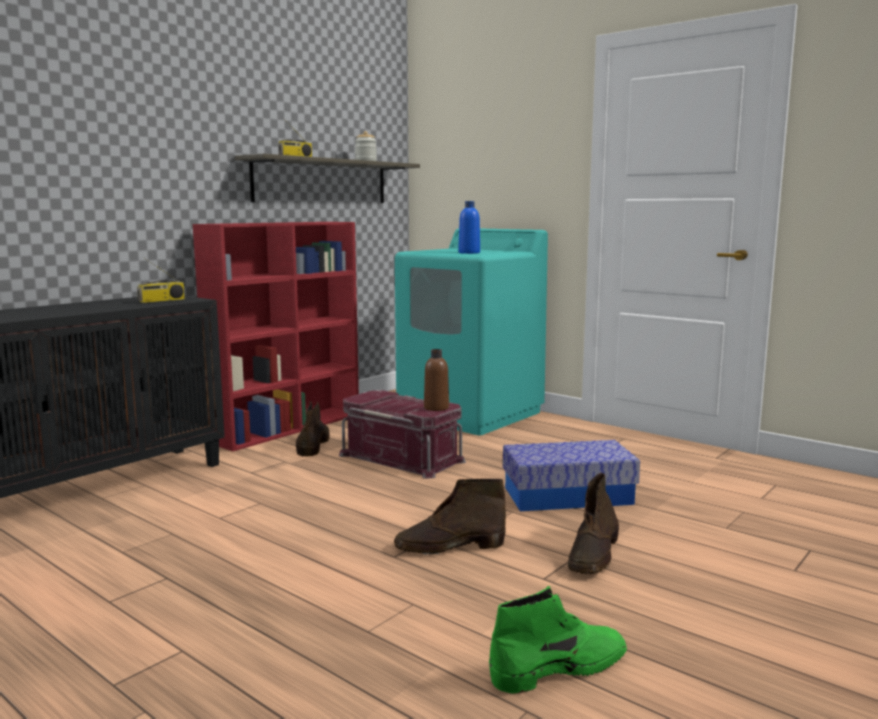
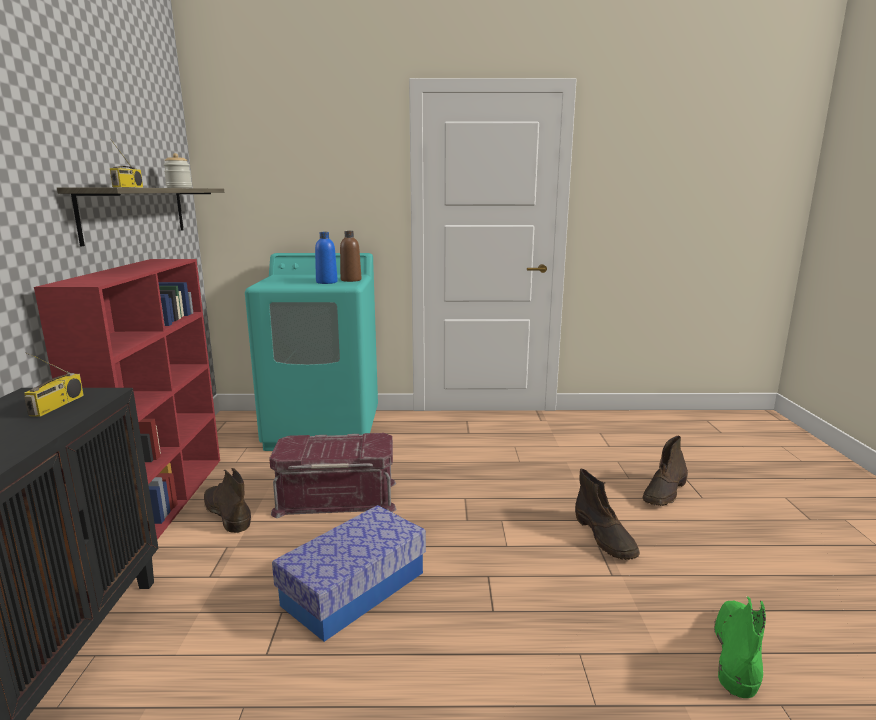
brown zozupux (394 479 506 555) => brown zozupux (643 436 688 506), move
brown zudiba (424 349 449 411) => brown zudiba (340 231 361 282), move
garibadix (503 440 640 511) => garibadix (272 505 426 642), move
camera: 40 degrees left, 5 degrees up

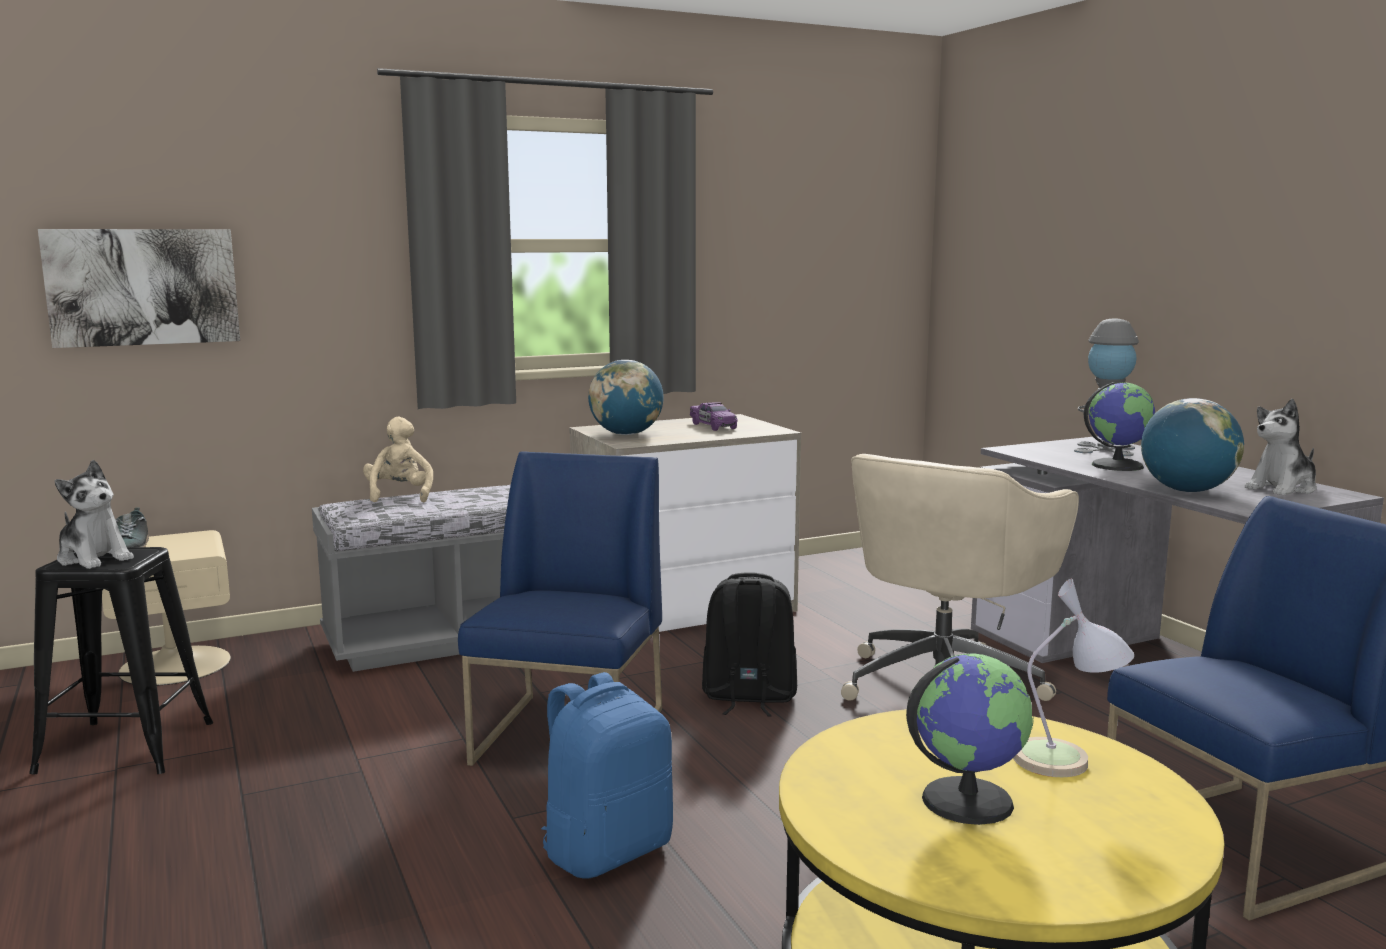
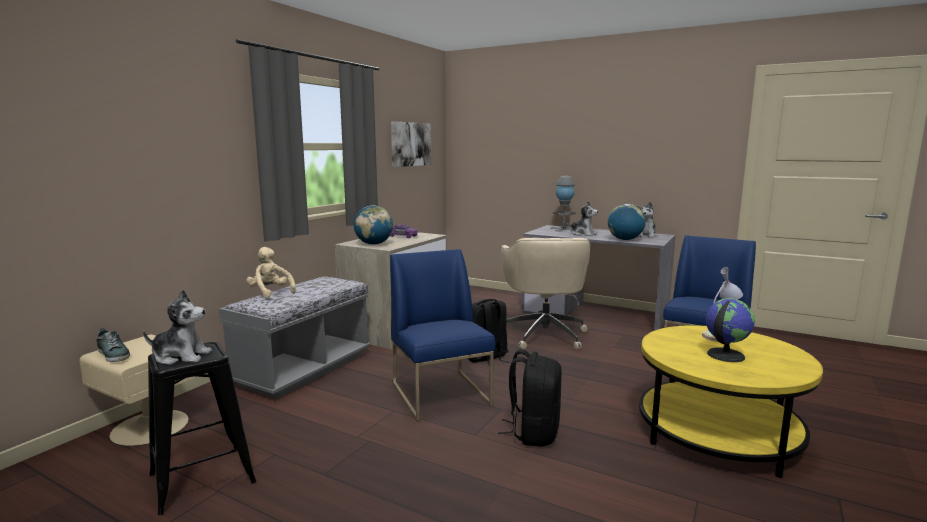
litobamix (38 229 240 348) => litobamix (391 121 431 167), move
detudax (1084 382 1155 471) => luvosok (567 201 598 236)
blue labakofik (541 672 673 879) => black labakofik (498 349 562 447)
camera: 35 degrees left, 0 degrees up

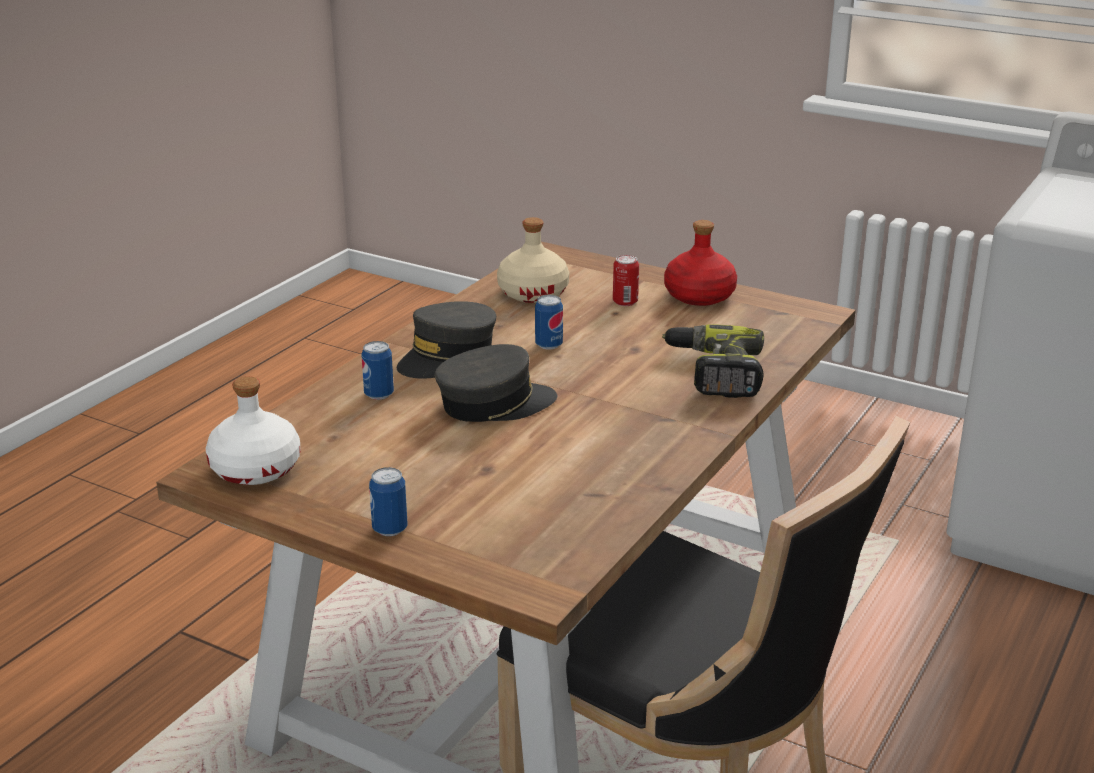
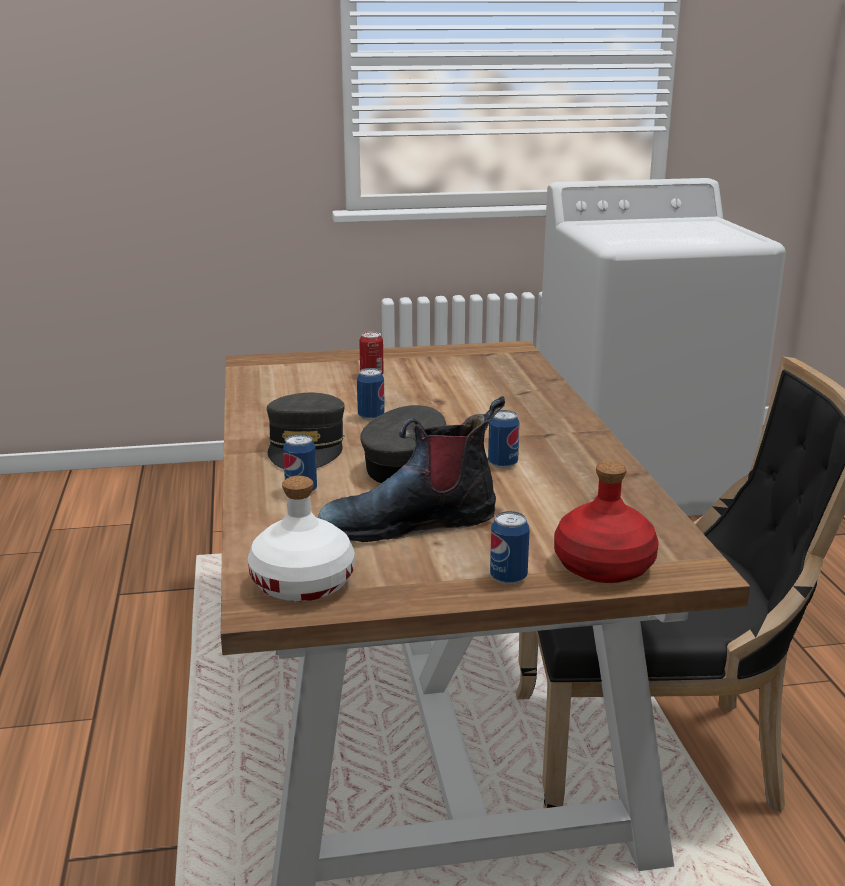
beige zudiba (497 217 569 303) => nothing
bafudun (662 324 764 398) => nothing
nothing => zozupux (318 396 505 542)
nothing => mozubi (488 410 520 468)
red zudiba (664 220 737 306) => red zudiba (554 461 659 583), move
camera: 40 degrees left, 5 degrees down

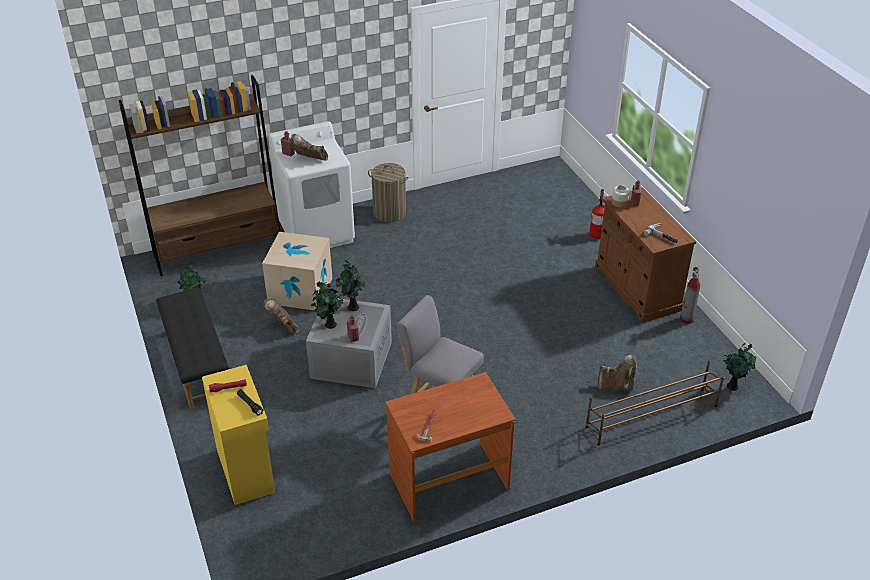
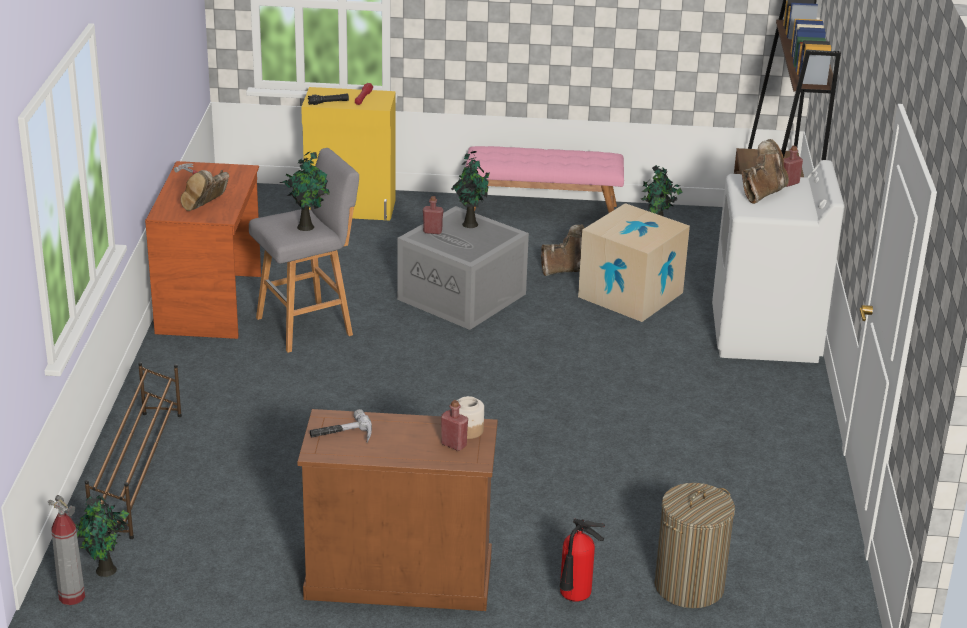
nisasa (336 260 366 311) => nisasa (280 151 330 231), move
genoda (368 163 408 222) => genoda (654 483 735 608), move
brown zozupux (598 355 636 391) => brown zozupux (180 170 229 211), move
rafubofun (680 266 700 324) => rafubofun (48 495 85 605), move
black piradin (156 288 229 409) => pink piradin (466 146 624 213)
camera: 115 degrees right, 10 degrees down

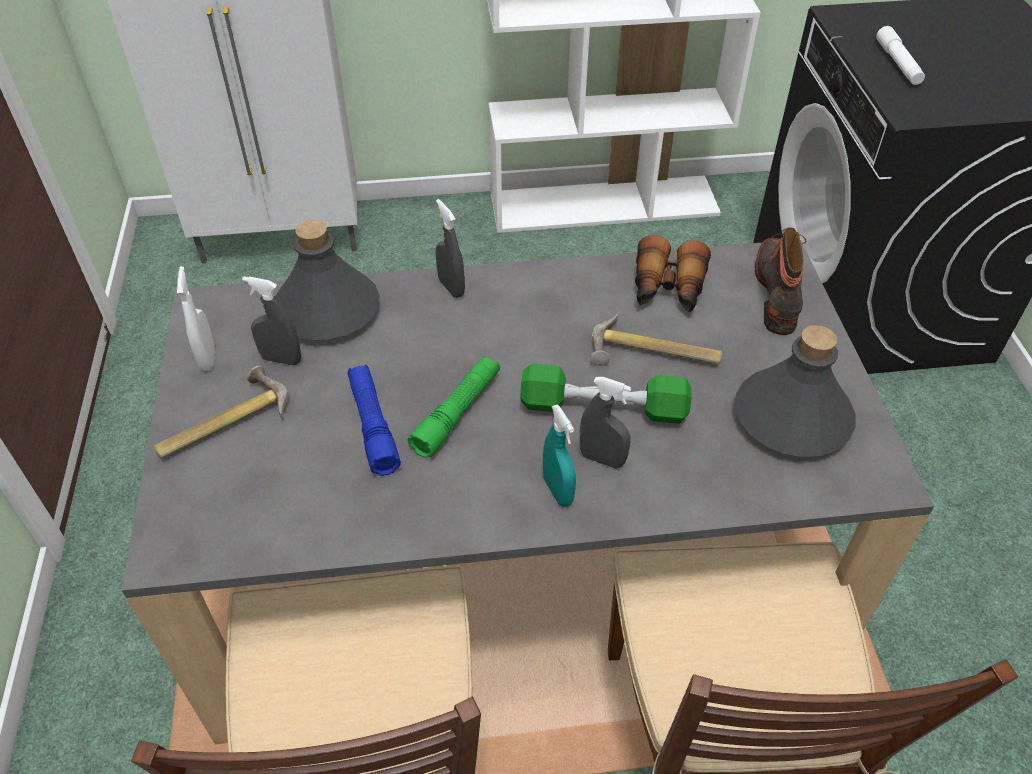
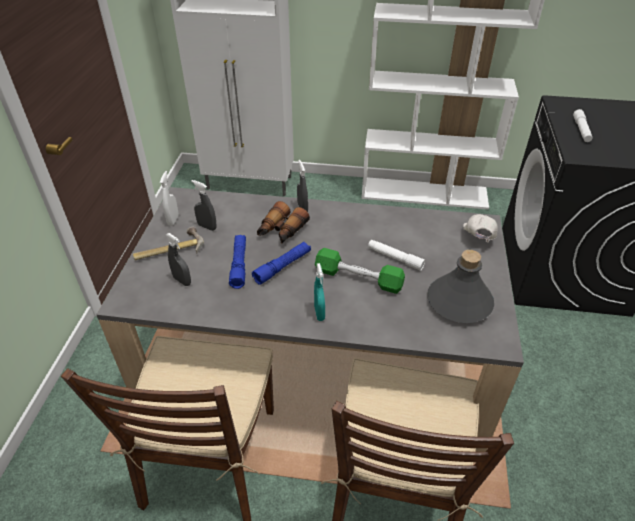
grey zudiba (275 219 379 340) => nothing
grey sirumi (580 377 631 469) => grey sirumi (166 233 191 286), move
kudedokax (635 235 711 312) => kudedokax (257 201 310 244), move
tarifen (590 314 722 366) => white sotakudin (368 240 425 271)
zozupux (755 227 807 335) => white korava (463 214 498 242)
green sotakudin (408 356 500 458) => blue sotakudin (252 242 311 285)
camera: 15 degrees right, 5 degrees down

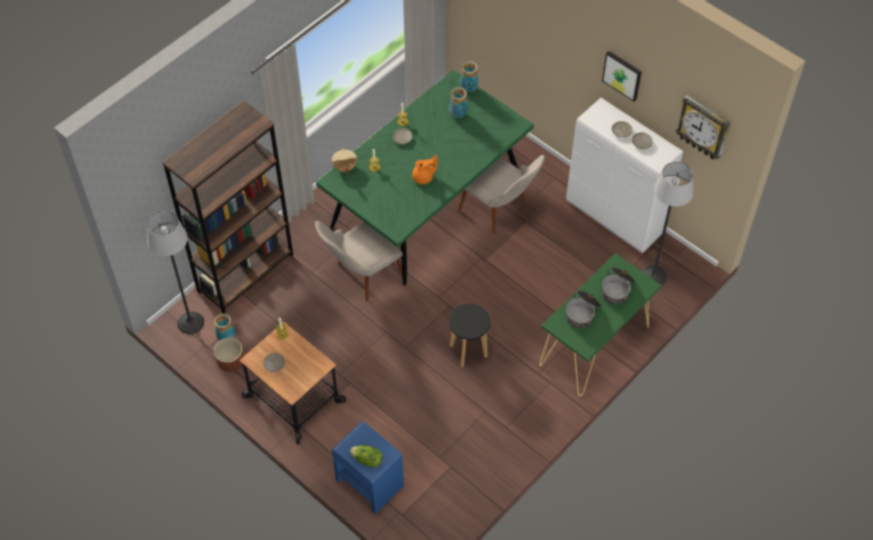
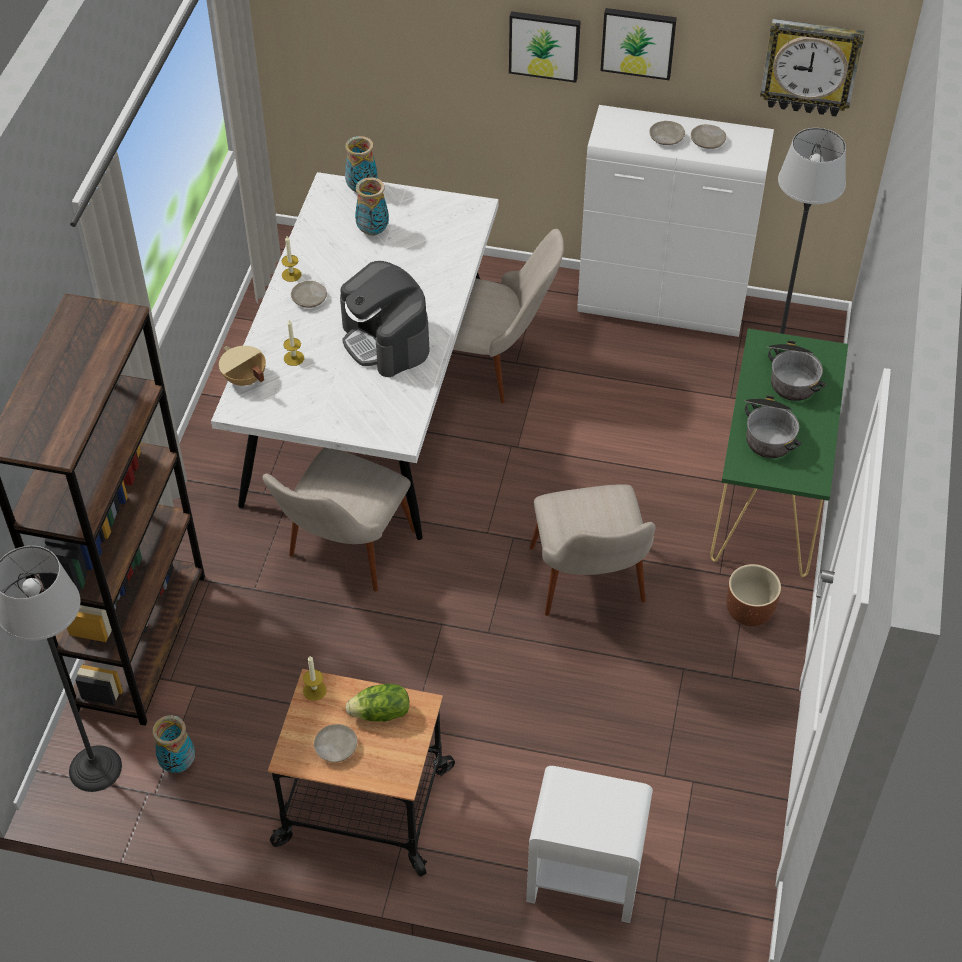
nothing => litobamix (509 11 581 83)
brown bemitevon (214 338 244 372) => brown bemitevon (726 564 781 626), move
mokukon (350 445 383 467) => mokukon (346 684 409 722), move
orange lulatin (412 155 438 184) => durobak (340 261 430 377)
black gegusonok (449 304 490 367) => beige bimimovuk (530 484 656 616)
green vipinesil (316 70 534 285) => white vipinesil (211 172 498 540)
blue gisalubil (332 421 404 514) => white gisalubil (526 766 653 923)
camera: 30 degrees left, 5 degrees down

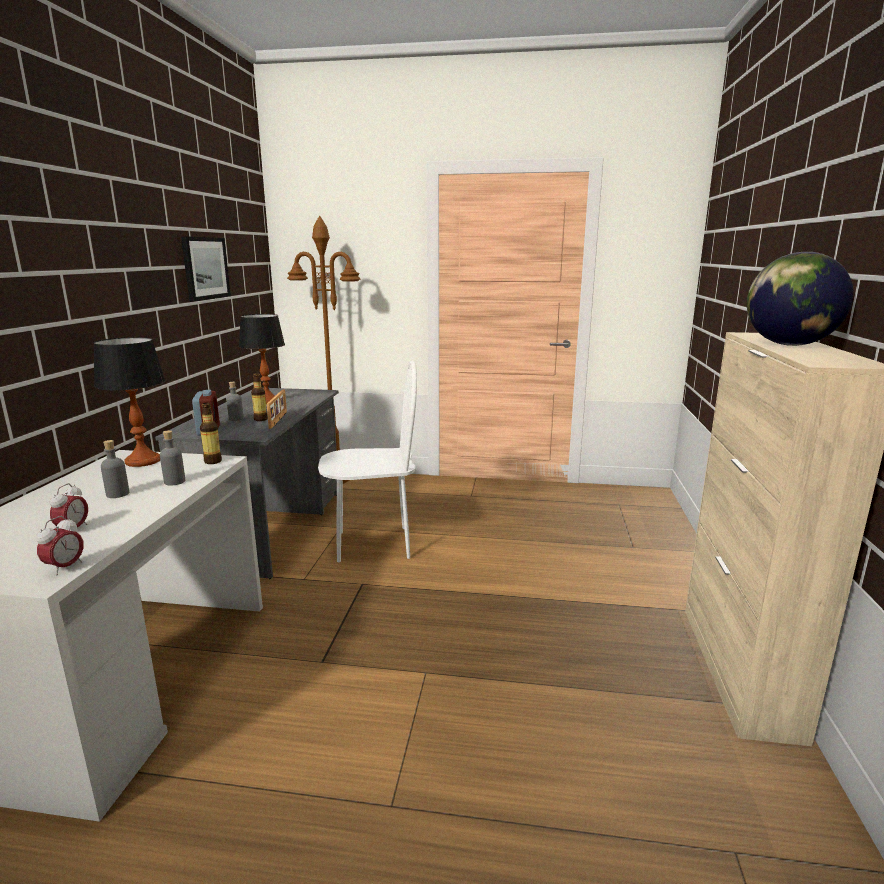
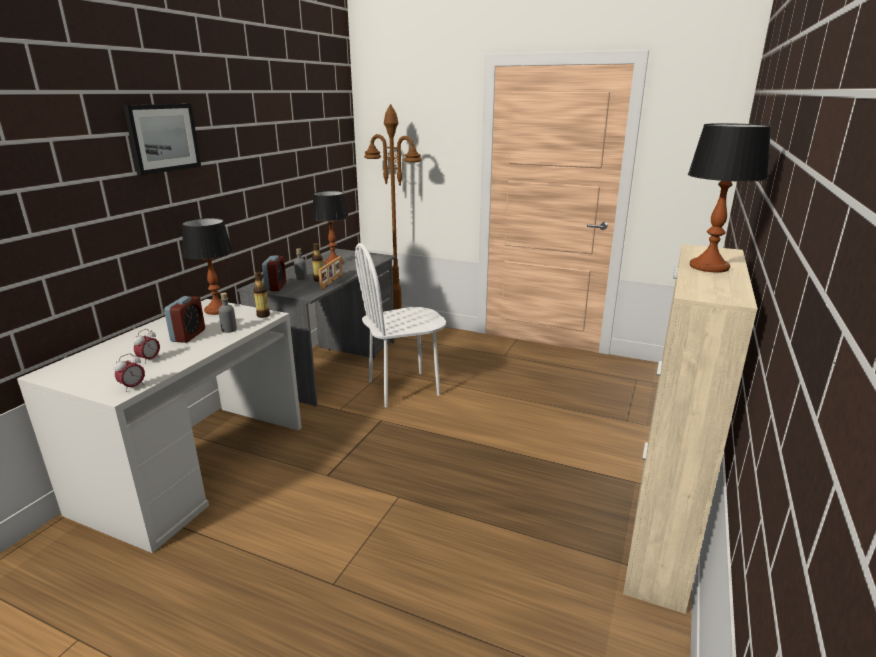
litobamix (181 236 231 301) => litobamix (123 104 201 175), move
grey zudiba (101 440 129 498) => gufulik (164 296 205 343)
detudax (747 252 853 346) => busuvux (688 123 771 273)
white bimimovuk (318 360 417 562) => white bimimovuk (355 243 446 408), 150 degrees clockwise
camera: 15 degrees right, 5 degrees up

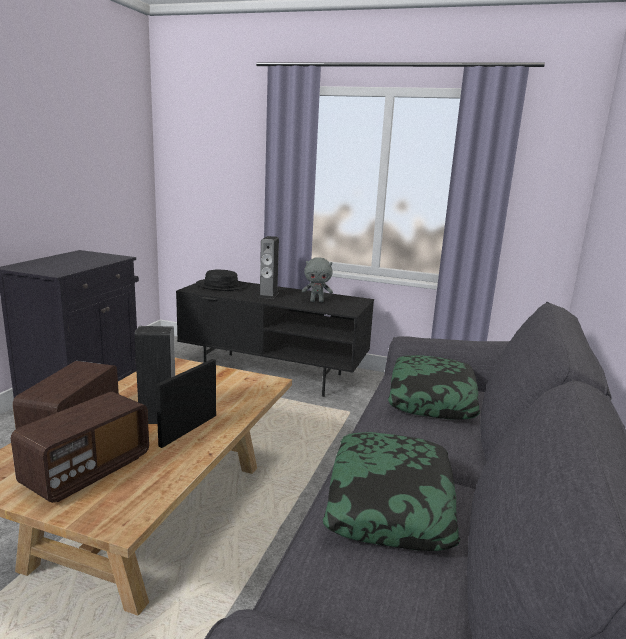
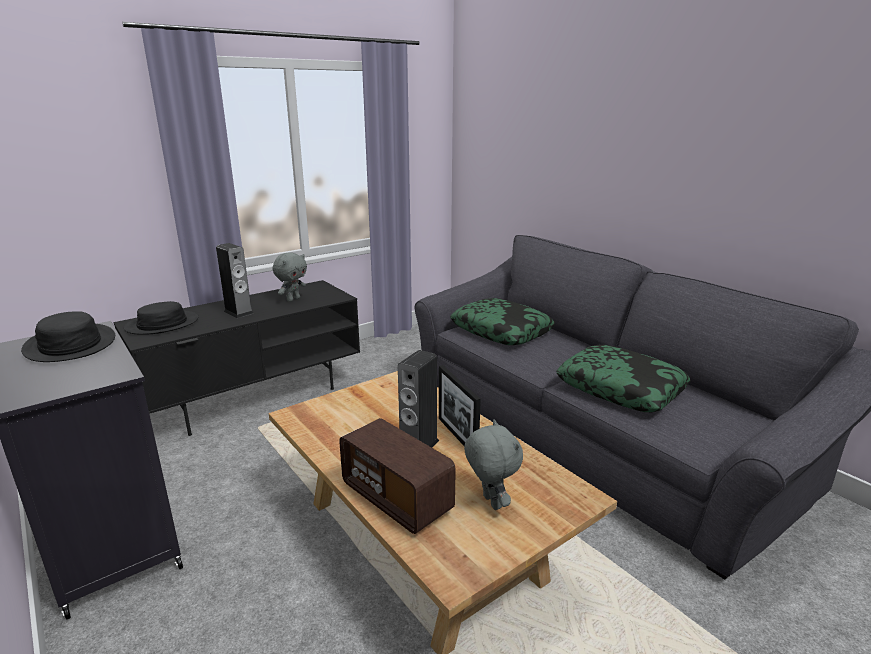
nothing => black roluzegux (21 311 115 362)
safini (11 392 149 503) => grey luvosok (464 419 523 510)
camera: 55 degrees left, 5 degrees up

